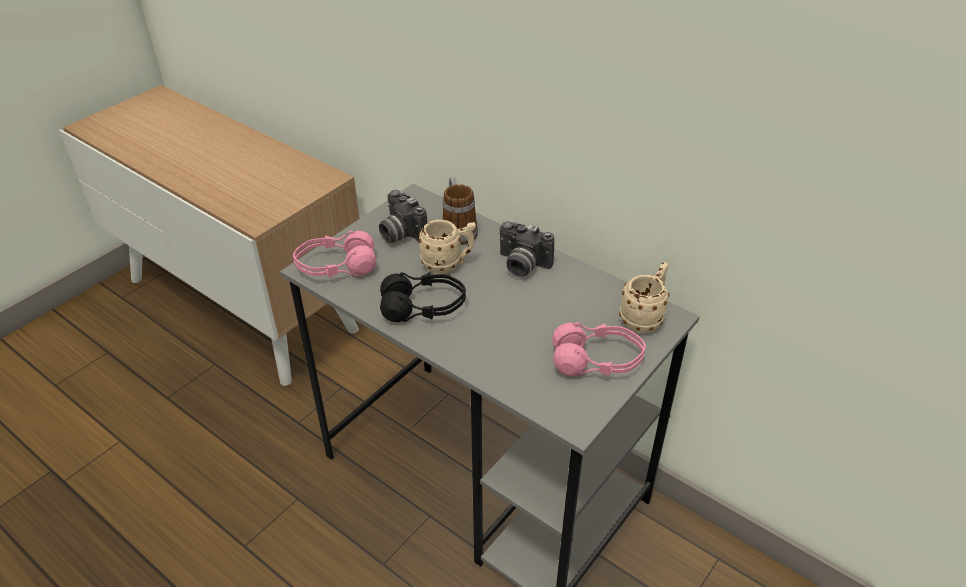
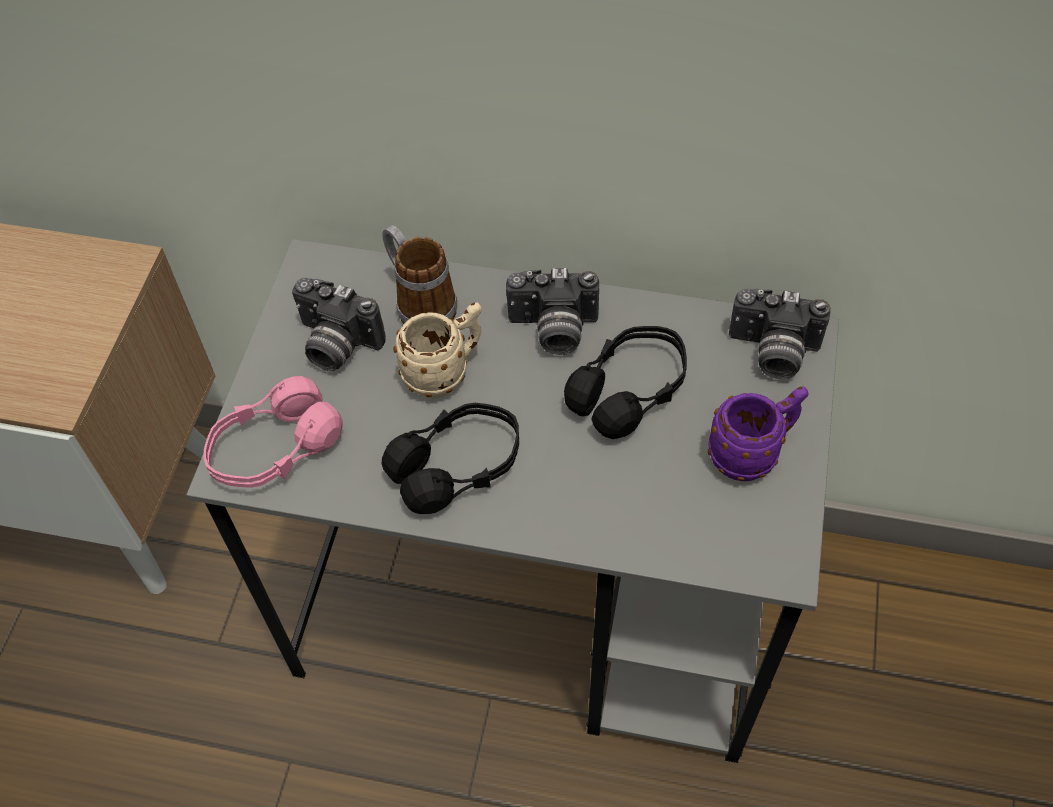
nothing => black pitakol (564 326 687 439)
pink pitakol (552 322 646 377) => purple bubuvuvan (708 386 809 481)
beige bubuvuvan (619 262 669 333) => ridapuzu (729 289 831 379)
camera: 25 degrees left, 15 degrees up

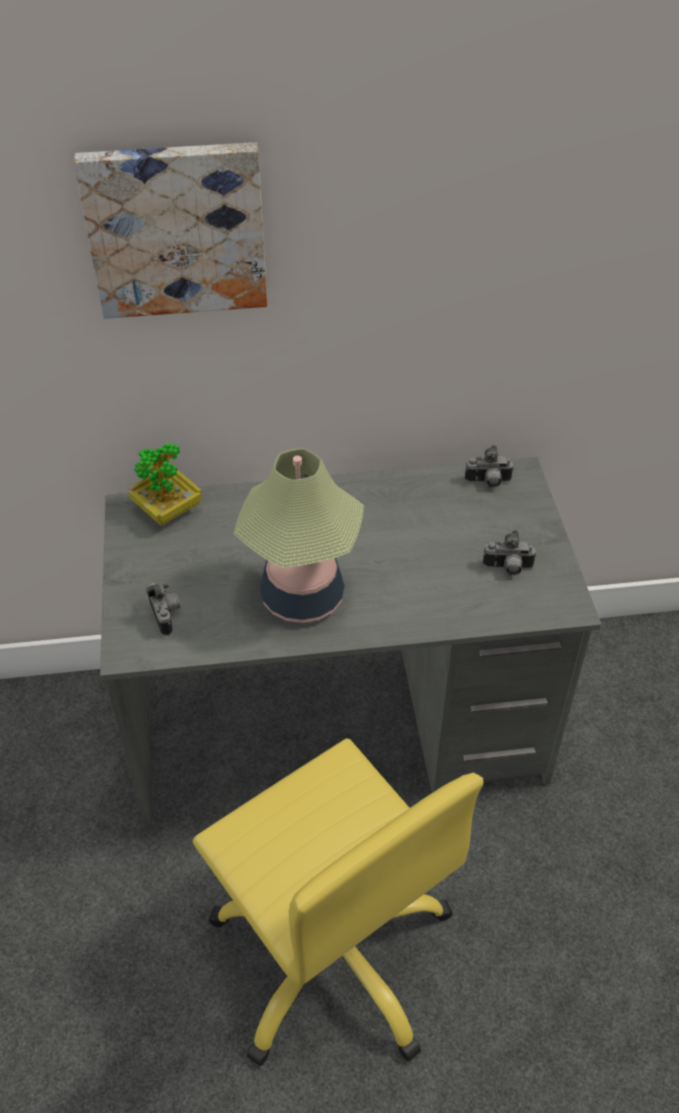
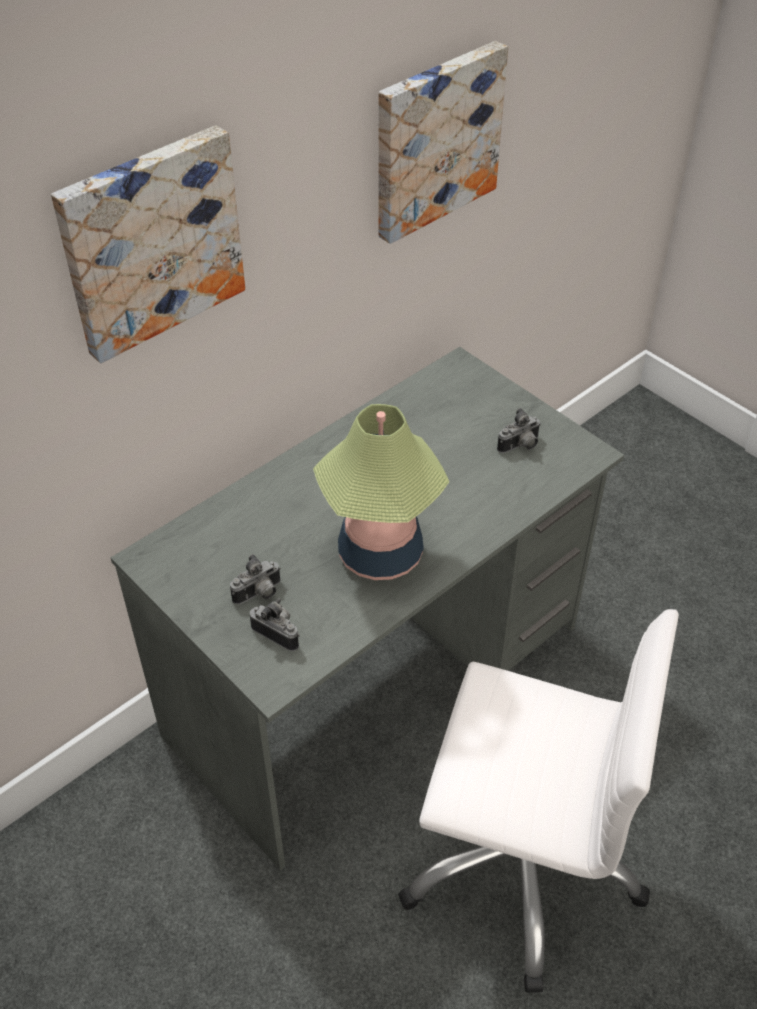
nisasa (128 443 202 526) => nothing
nothing => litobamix (378 41 508 244)
ridapuzu (465 445 514 487) => ridapuzu (230 554 281 605), move
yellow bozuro (193 738 484 1066) => white bozuro (398 609 679 993)
camera: 35 degrees left, 0 degrees up

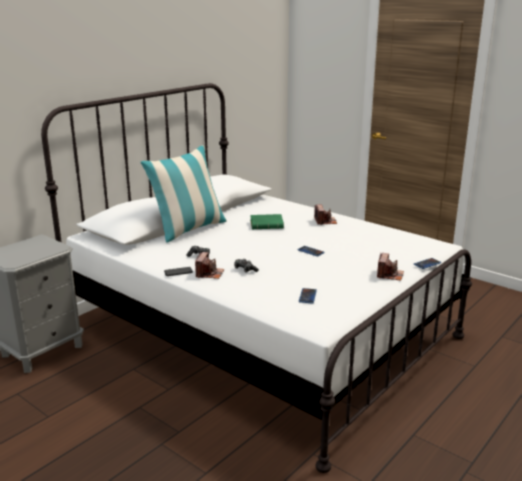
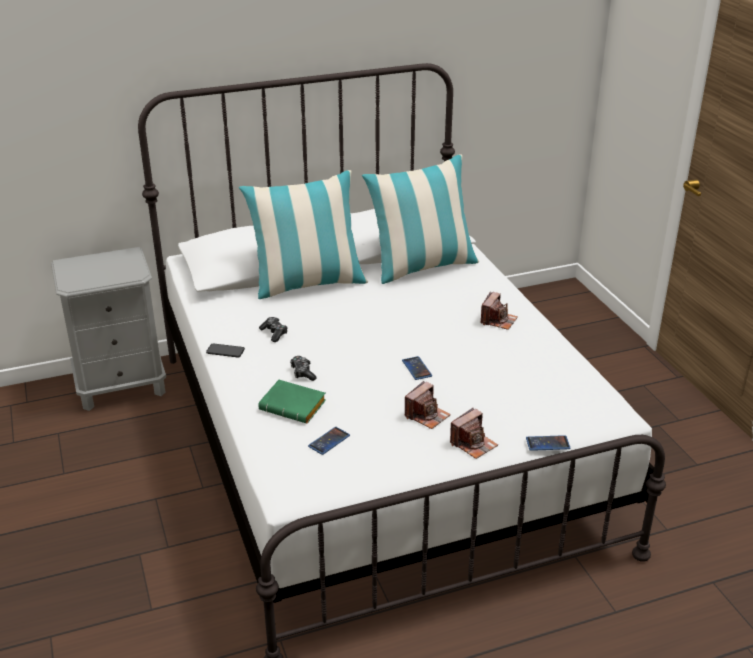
nothing => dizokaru (362 154 479 284)
ridapuzu (195 252 224 279) => ridapuzu (405 381 451 429), move
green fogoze (250 214 284 229) => green fogoze (258 380 326 424), move
camera: 30 degrees right, 10 degrees up

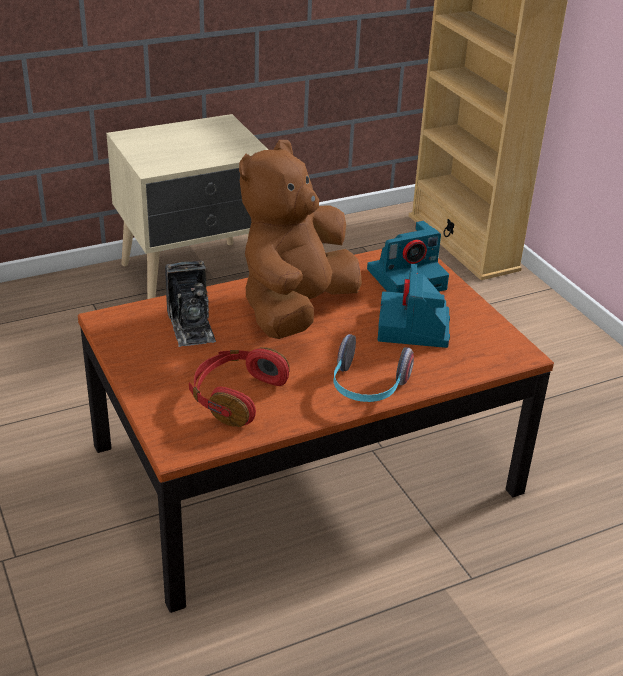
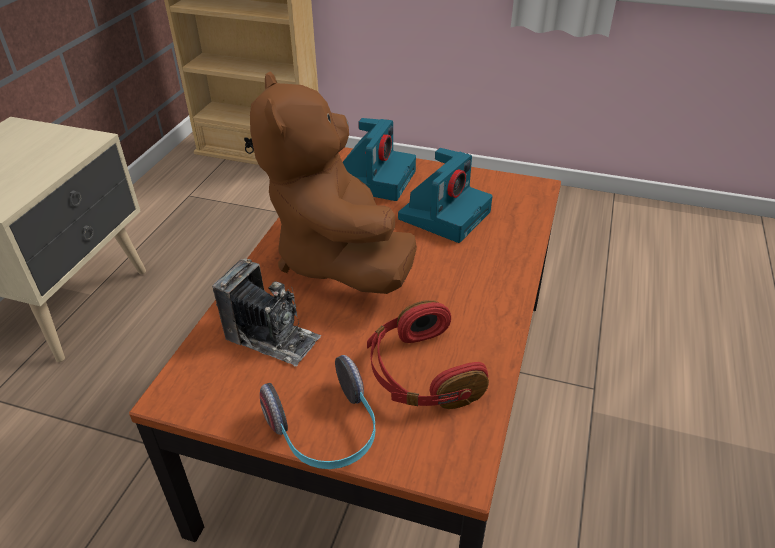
pitakol (334 334 414 402) => pitakol (260 355 376 469), move
ridapuzu (378 264 450 348) => ridapuzu (398 148 493 243), 105 degrees counterclockwise
camera: 45 degrees left, 5 degrees up

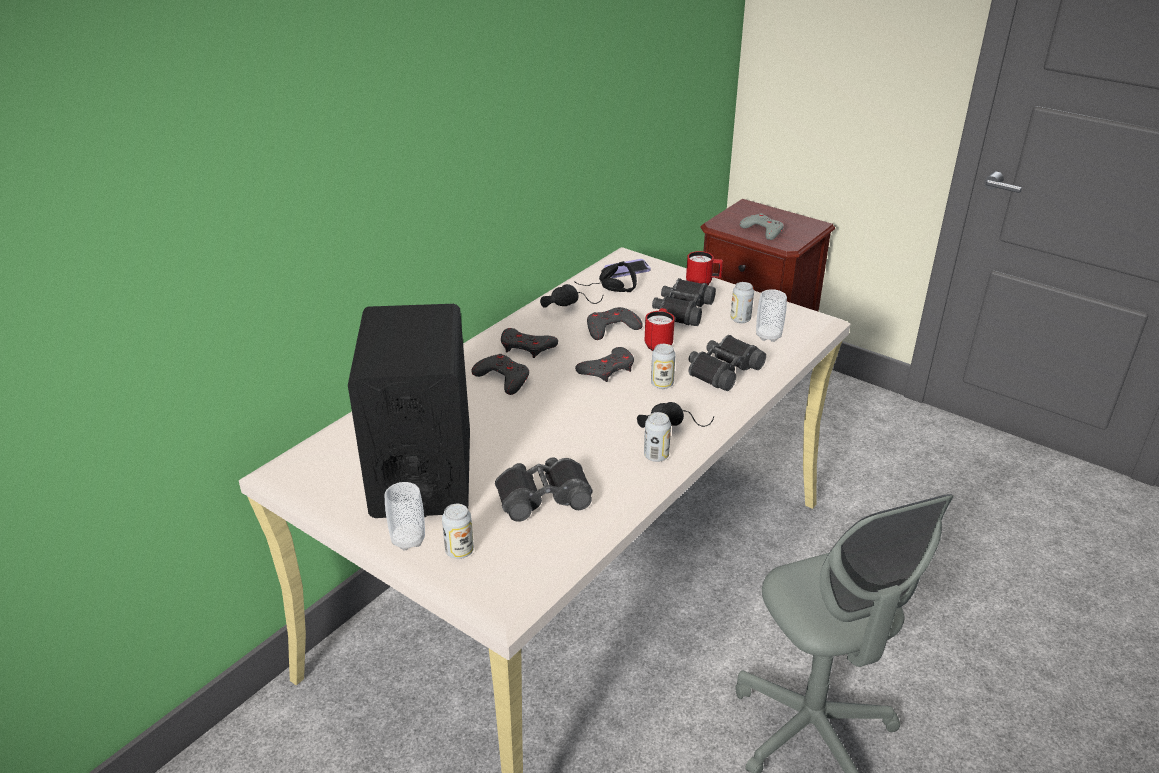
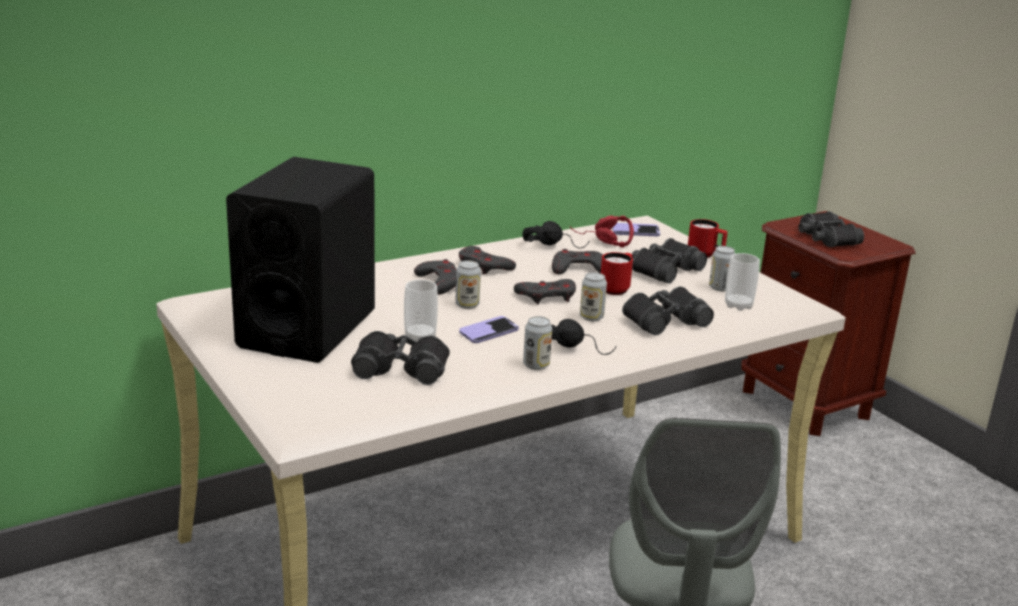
nothing => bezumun (459 316 519 343)
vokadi (385 482 425 551) => vokadi (404 280 438 341), move
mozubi (442 504 474 559) => mozubi (455 260 481 309), move
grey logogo (740 213 784 240) => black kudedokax (798 211 864 247)
black pitakol (574 261 637 292) => red pitakol (570 216 634 247)
camera: 20 degrees right, 10 degrees down

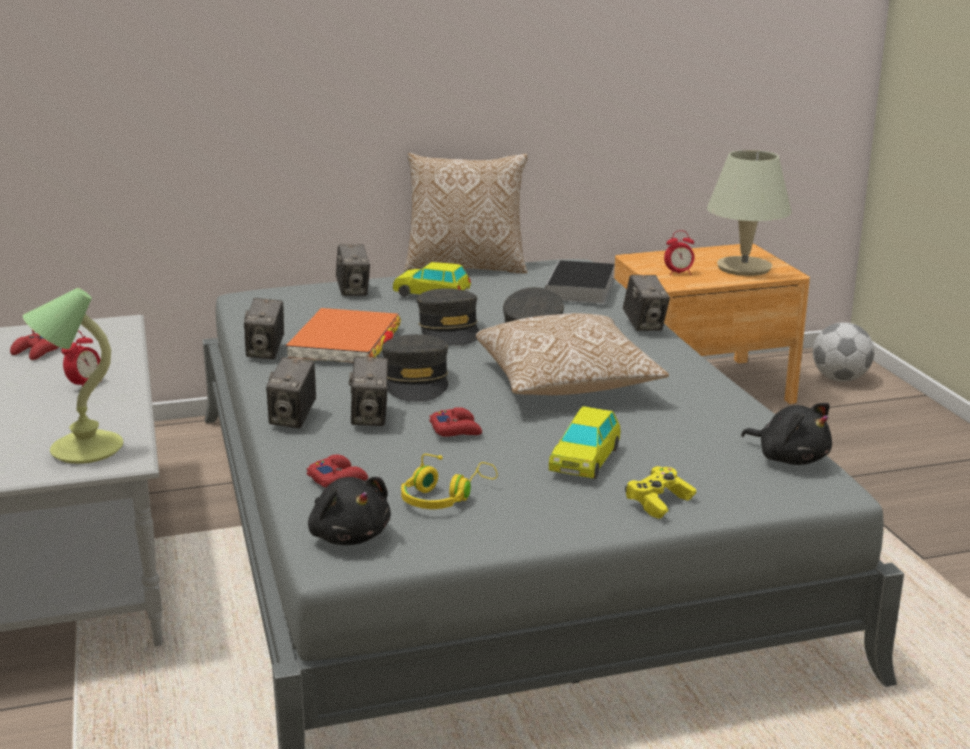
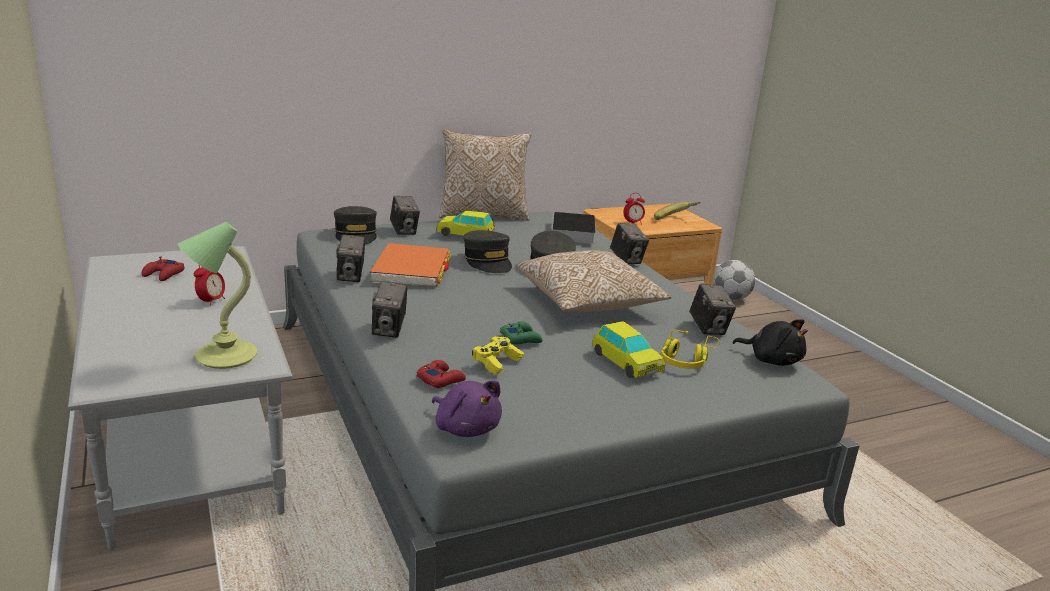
ridapuzu (349 356 388 426) => ridapuzu (690 284 736 335), move
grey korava (382 334 448 402) => grey korava (334 206 377 244), move
yellow pitakol (401 454 498 509) => yellow pitakol (661 330 720 369), move
yellow logogo (625 466 696 519) => yellow logogo (472 336 524 375), move
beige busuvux (707 150 792 276) => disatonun (654 202 701 220)
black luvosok (308 477 391 545) => purple luvosok (432 381 502 437)
red logogo (429 407 482 437) => green logogo (500 321 543 345)
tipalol (549 406 621 479) => tipalol (592 321 665 378), 45 degrees counterclockwise
camera: 10 degrees left, 0 degrees up

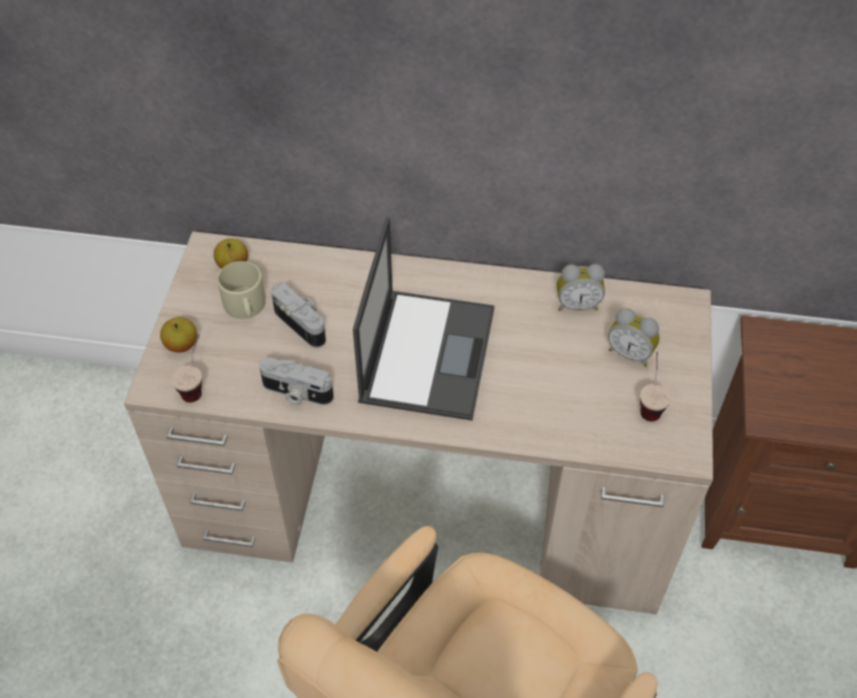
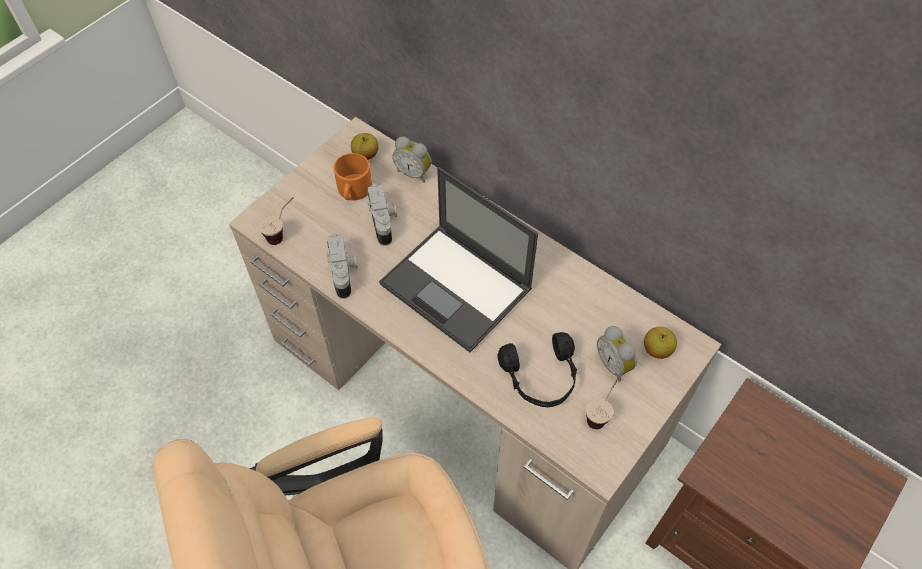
nothing => black pitakol (498 332 577 407)
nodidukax (160 317 197 353) => nodidukax (644 327 677 359), move
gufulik (557 264 605 311) => gufulik (392 136 431 183), move
beige bubuvuvan (217 261 266 319) => orange bubuvuvan (334 153 372 200)
ridapuzu (259 357 334 406) => ridapuzu (327 233 357 299), 150 degrees counterclockwise
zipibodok (353 217 495 421) => zipibodok (379 167 538 352), 90 degrees clockwise
camera: 30 degrees right, 5 degrees up

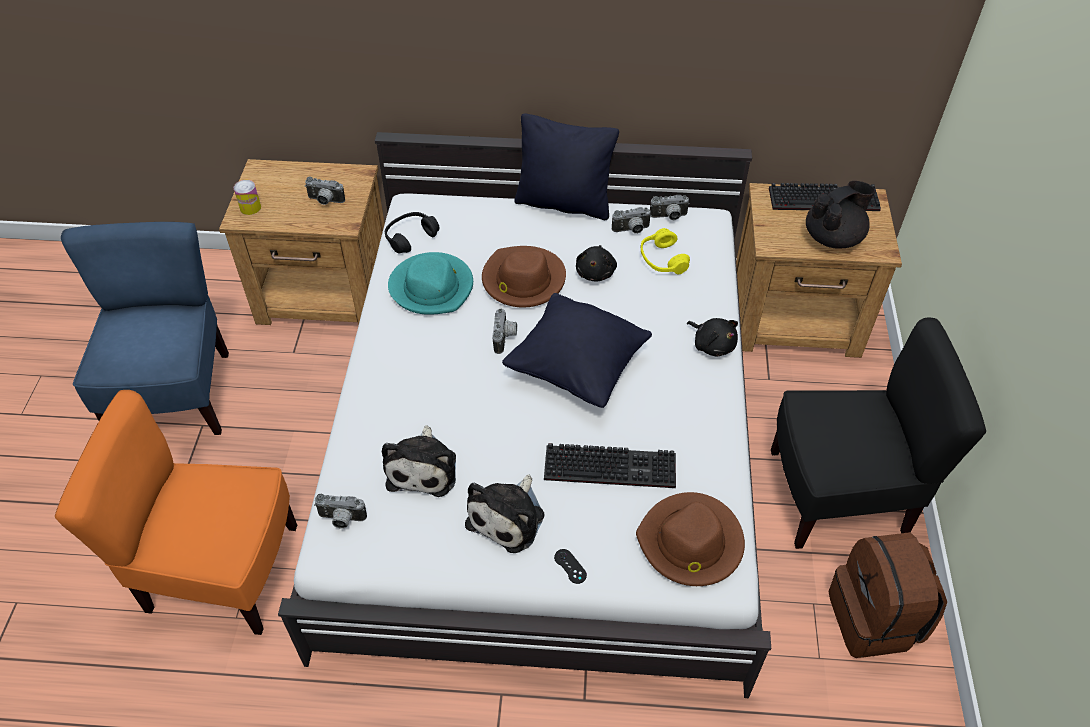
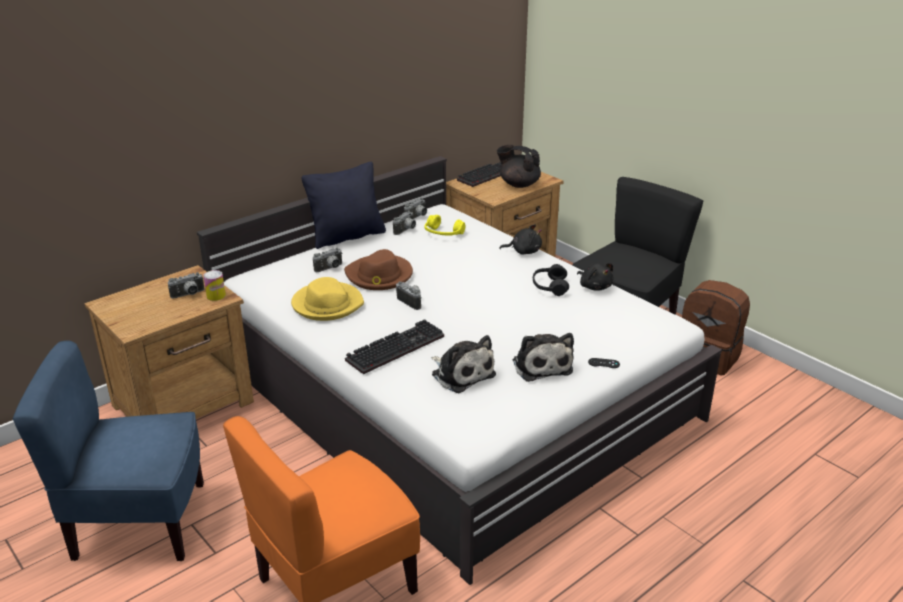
black dizokaru (502 293 652 408) => nothing
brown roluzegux (636 492 745 586) => nothing
mozubi (234 180 261 215) => mozubi (203 270 226 301), move
ridapuzu (314 494 367 529) => ridapuzu (313 248 342 272), move
black pitakol (385 212 439 254) => black pitakol (533 264 569 296), move
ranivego (544 443 676 488) => ranivego (345 319 444 374), move
black luvosok (576 245 617 281) => black luvosok (577 263 614 291), move
turquoise roluzegux (388 252 473 315) => yellow roluzegux (291 277 364 321)
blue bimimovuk (61 222 229 435) => blue bimimovuk (13 340 204 561), 45 degrees counterclockwise
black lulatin (806 181 875 249) => black lulatin (497 145 541 188), 75 degrees counterclockwise
camera: 45 degrees left, 20 degrees down

